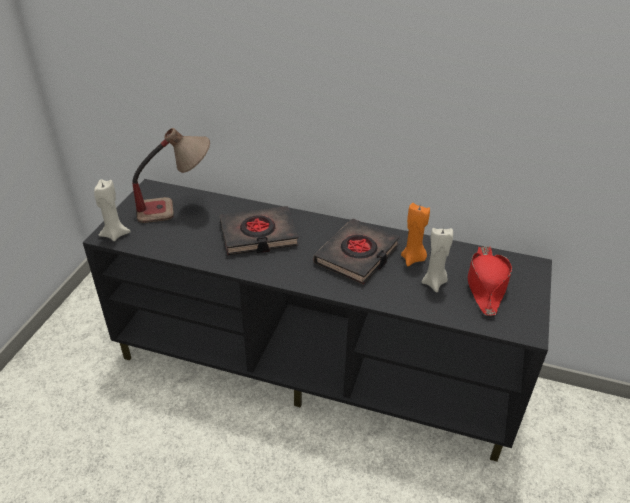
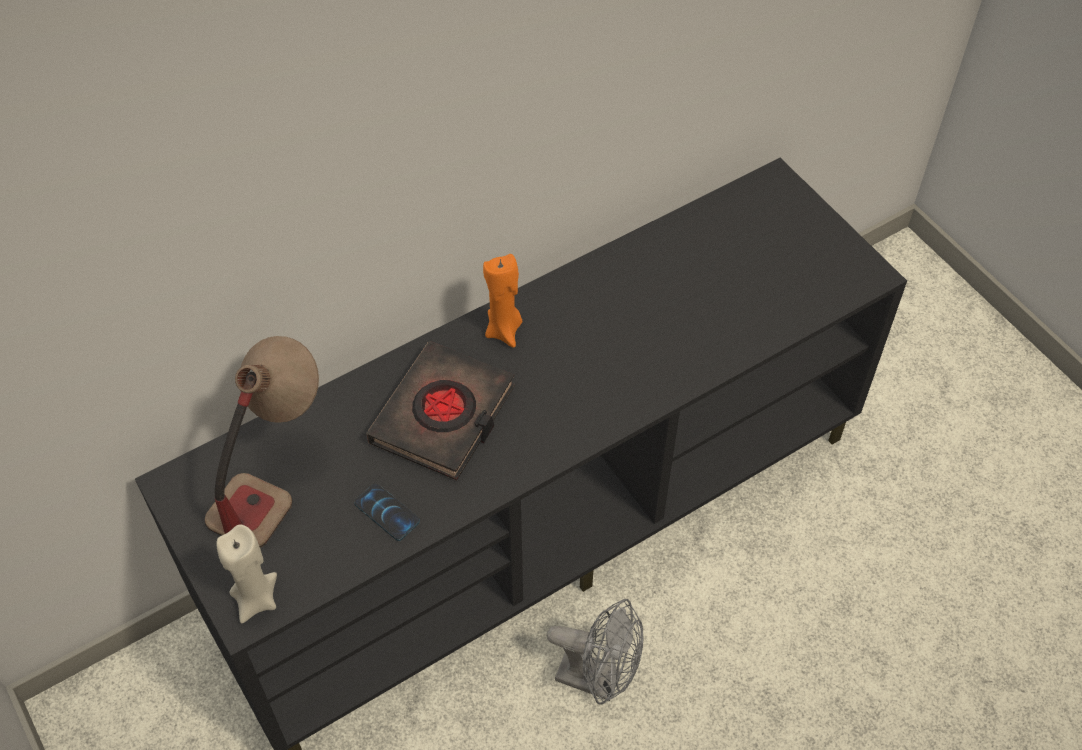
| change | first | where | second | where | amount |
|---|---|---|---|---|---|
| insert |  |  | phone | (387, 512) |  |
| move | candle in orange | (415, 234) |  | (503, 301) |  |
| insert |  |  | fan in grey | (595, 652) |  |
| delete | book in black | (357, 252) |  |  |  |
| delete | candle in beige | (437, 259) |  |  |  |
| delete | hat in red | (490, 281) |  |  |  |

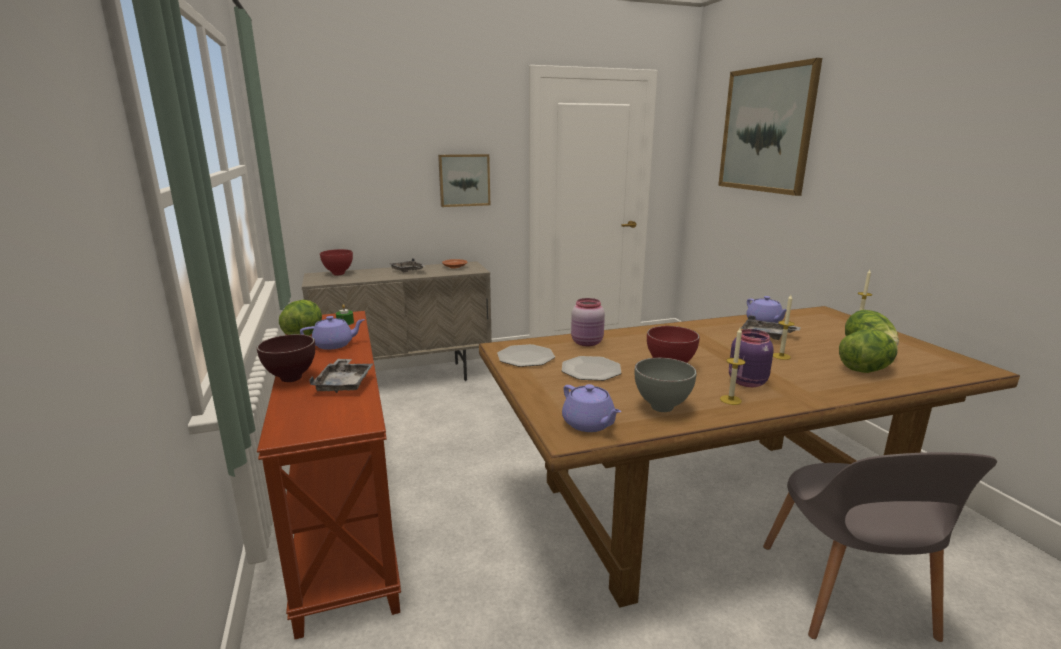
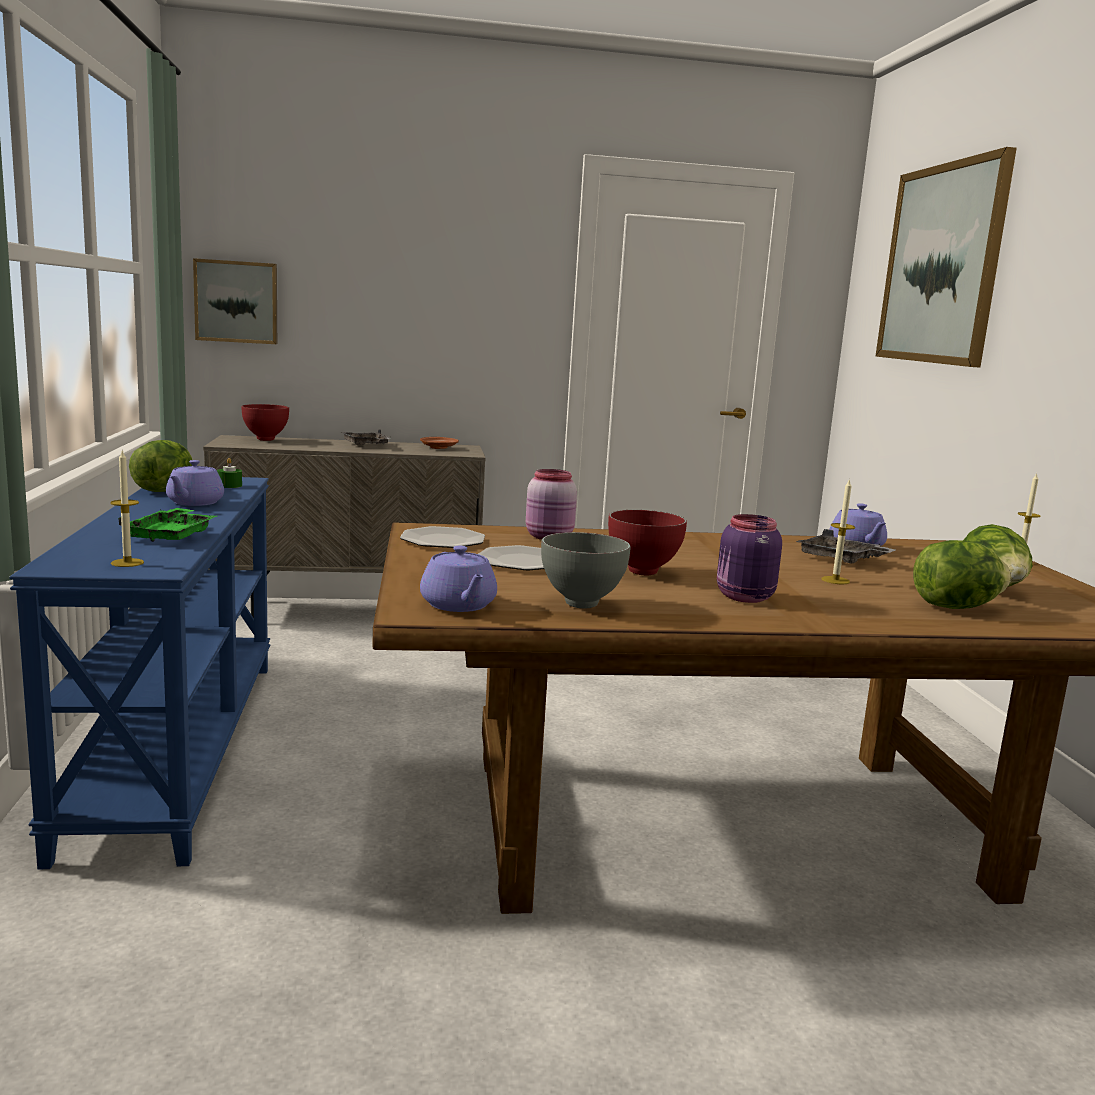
| change | first | where | second | where | amount |
|---|---|---|---|---|---|
| recolor | console table in brown | (329, 475) | console table in blue | (139, 673) |  |
| move | candle | (732, 366) |  | (127, 509) |  |
| recolor | tray in grey | (341, 376) | tray in green | (167, 525) |  |
| rotate | teapot in purple | (332, 333) |  | (195, 483) | 105 degrees clockwise |
| move | picture | (464, 180) |  | (235, 301) |  |
| delete | bowl in brown | (286, 358) |  |  |  |
| delete | chair in grey | (880, 547) |  |  |  |

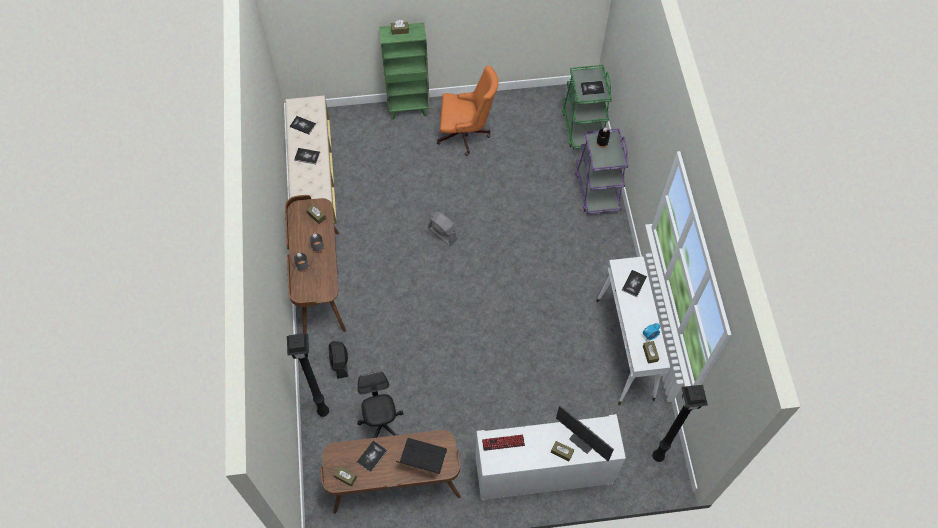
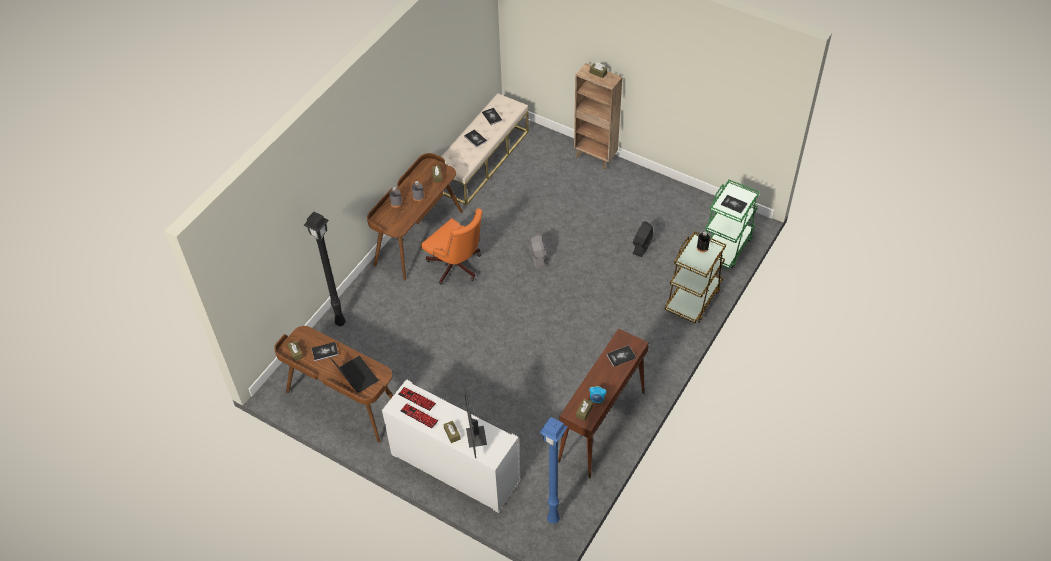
| change | first | where | second | where | amount |
|---|---|---|---|---|---|
| insert |  |  | keyboard | (419, 416) |  |
| move | office chair in orange | (468, 111) |  | (452, 246) |  |
| recolor | floor lamp in black | (680, 423) | floor lamp in blue | (553, 470) |  |
| recolor | console table in white | (633, 331) | console table in brown | (603, 403) |  |
| recolor | bookcase in green | (404, 71) | bookcase in brown | (598, 116) |  |
| move | fan in black | (338, 360) |  | (643, 239) |  |
| recolor | cart in purple | (602, 171) | cart in brown | (695, 277) |  |
| delete | office chair in black | (381, 404) |  |  |  |

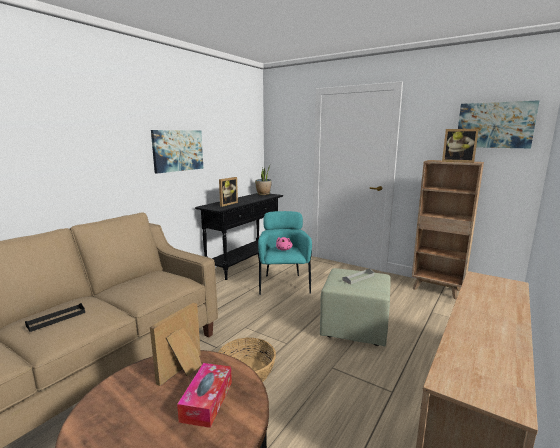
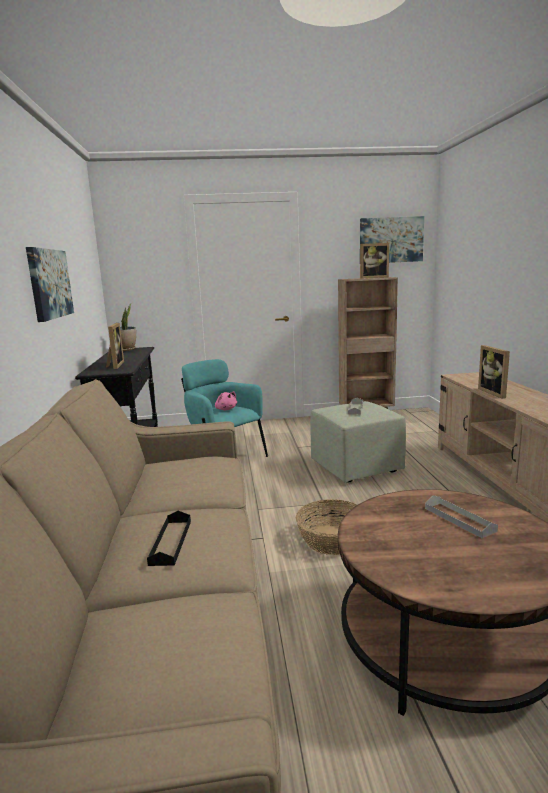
| change | first | where | second | where | amount |
|---|---|---|---|---|---|
| replace | tissue box | (204, 395) | tray in grey | (461, 516) |  |
| move | picture frame | (176, 344) |  | (494, 372) |  |

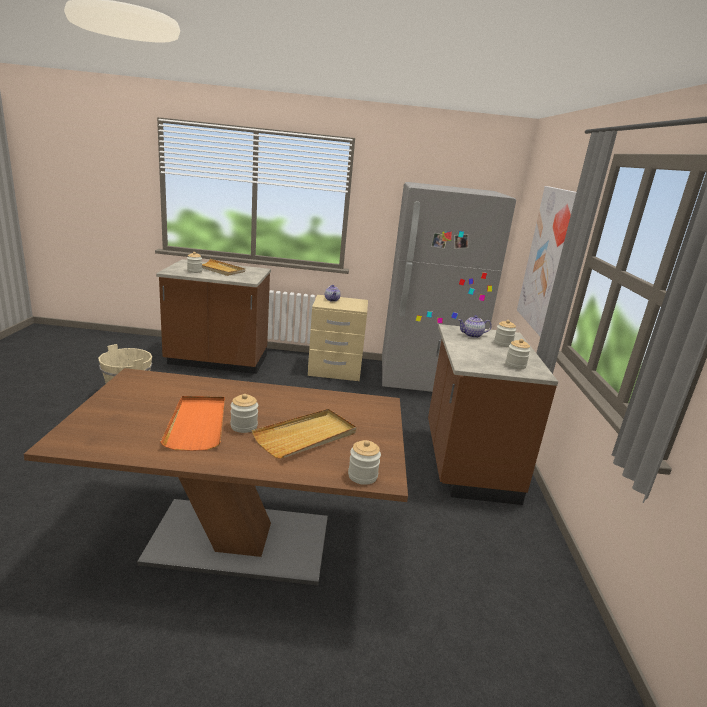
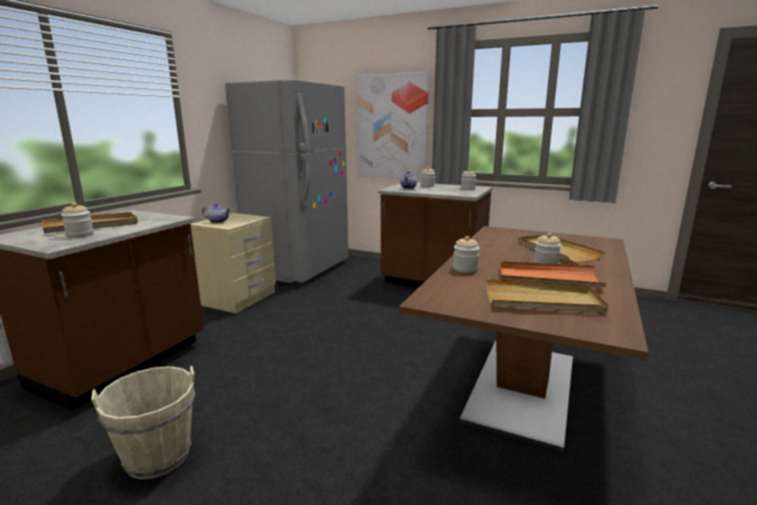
| change | first | where | second | where | amount |
|---|---|---|---|---|---|
| move | jar | (364, 462) |  | (466, 254) |  |
| insert |  |  | tray in beige | (547, 296) |  |

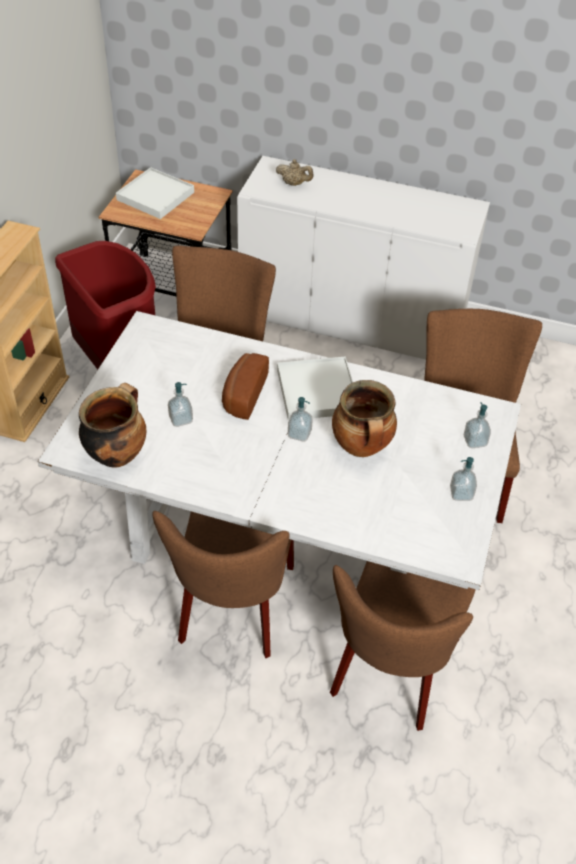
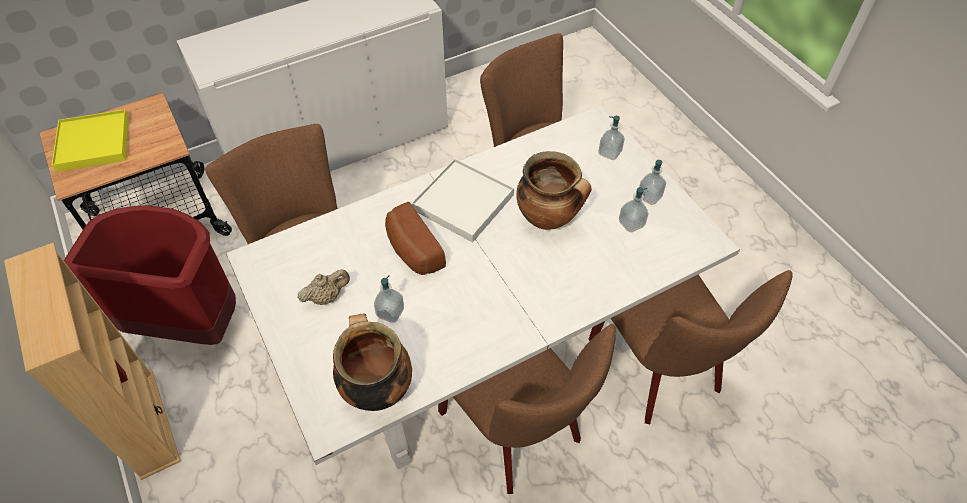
| change | first | where | second | where | amount |
|---|---|---|---|---|---|
| recolor | tray in white | (155, 193) | tray in yellow | (90, 140) |  |
| move | teapot in beige | (295, 172) |  | (324, 287) |  |
| move | soap dispenser | (300, 419) |  | (633, 209) |  |

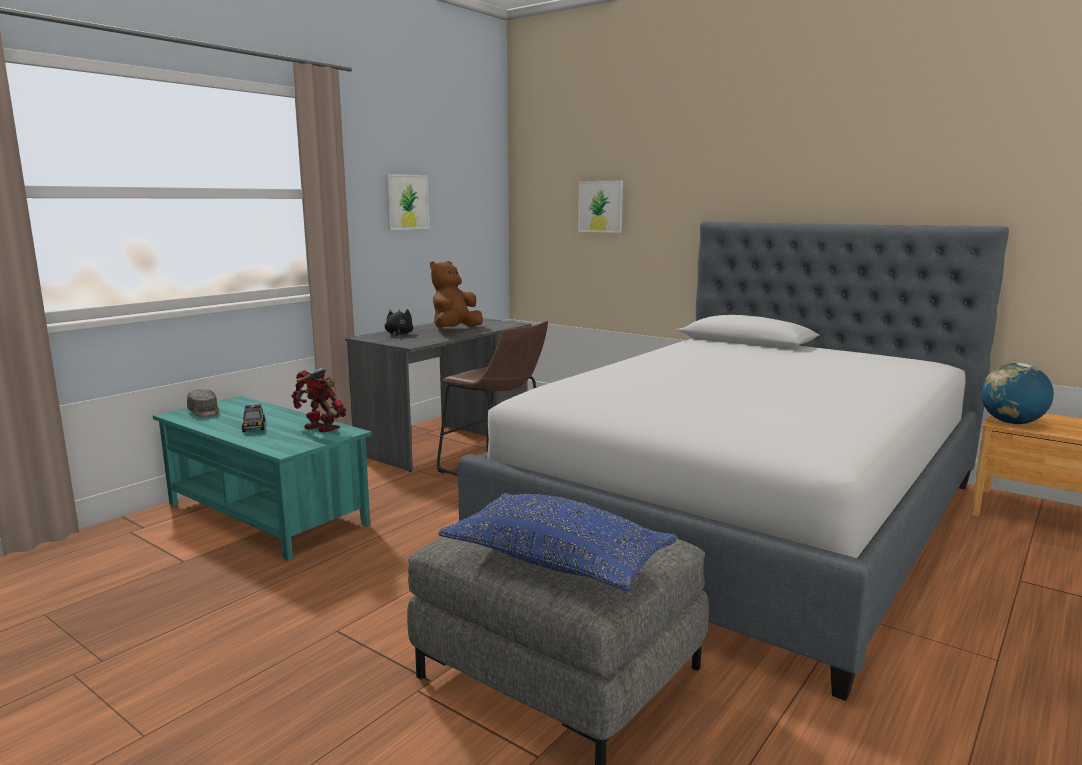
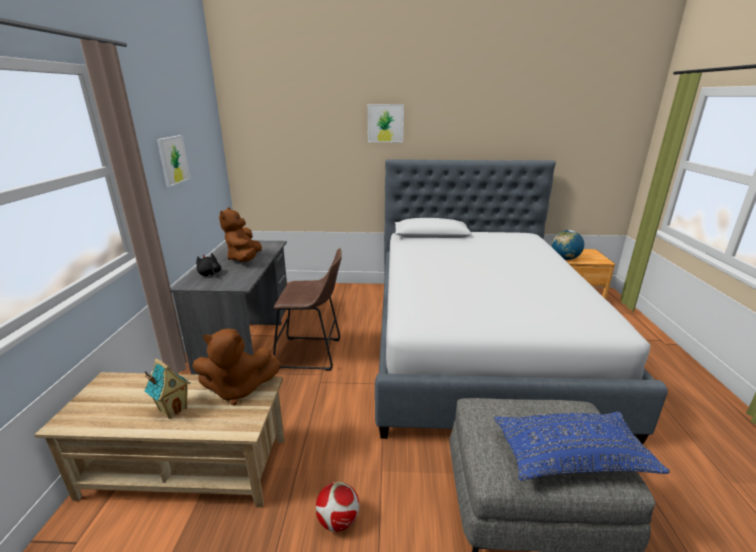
| change | first | where | second | where | amount |
|---|---|---|---|---|---|
| recolor | coffee table in turquoise | (262, 478) | coffee table in beige | (159, 440) |  |
| replace | toy car | (253, 418) | toy house | (167, 388) |  |
| replace | toy robot | (318, 400) | plush toy in brown | (236, 367) |  |
| insert |  |  | football | (337, 507) |  |
| move | picture | (600, 207) |  | (386, 123) |  |
| delete | cap in grey | (203, 403) |  |  |  |

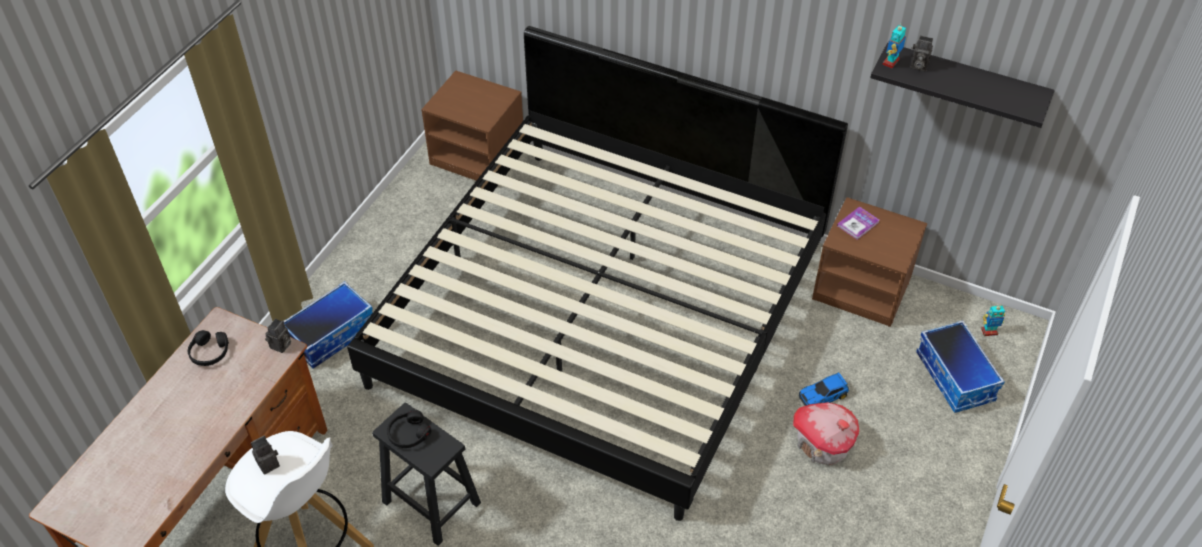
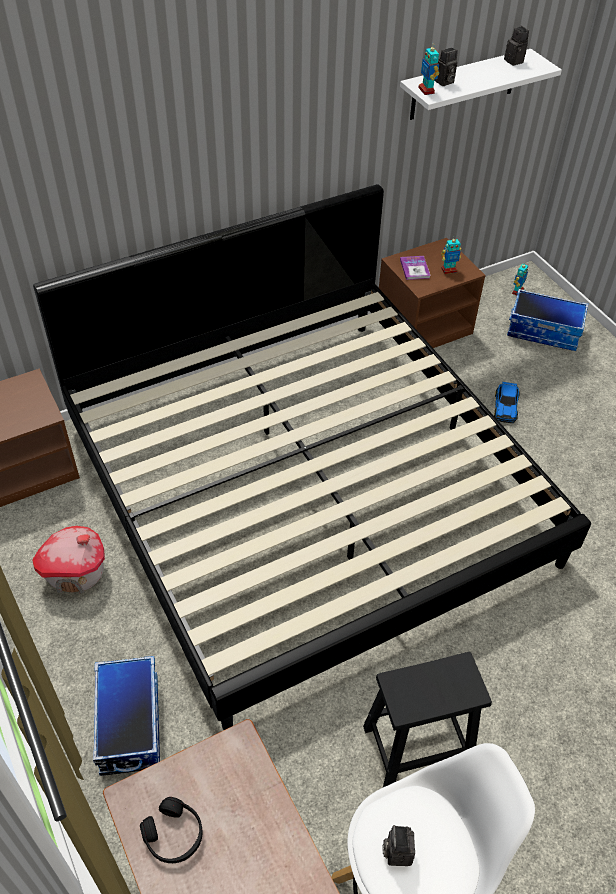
| change | first | where | second | where | amount |
|---|---|---|---|---|---|
| move | toy house | (826, 433) |  | (68, 560) |  |
| recolor | shelf in black | (962, 85) | shelf in white | (481, 84) |  |
| insert |  |  | toy robot | (451, 256) |  |
| move | photo camera | (278, 336) |  | (516, 45) |  |
| delete | headphones in black | (409, 429) |  |  |  |

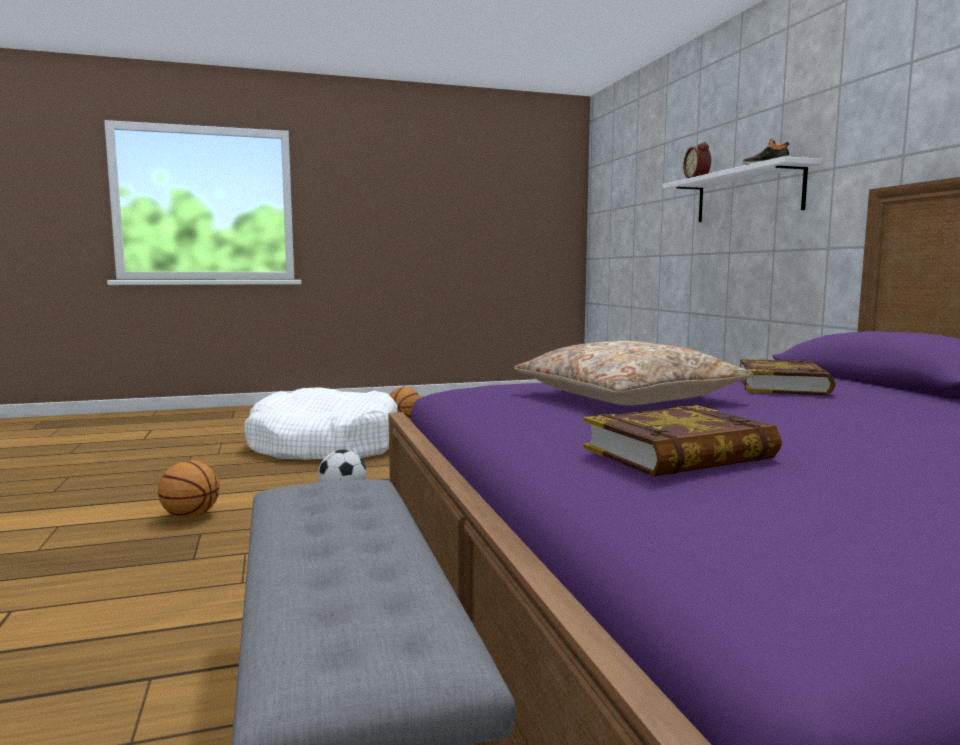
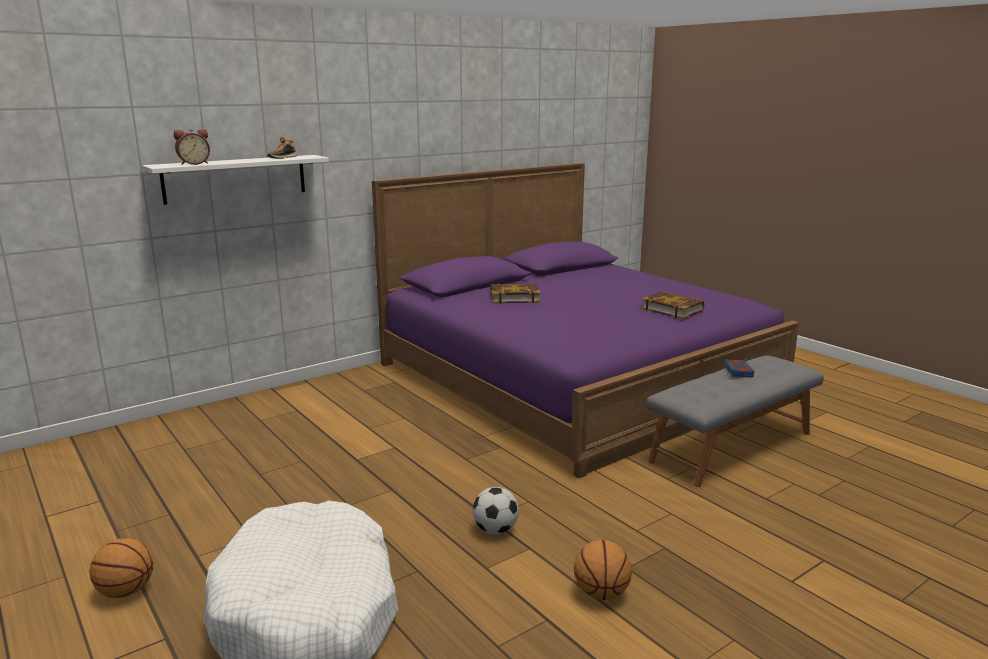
| change | first | where | second | where | amount |
|---|---|---|---|---|---|
| insert |  |  | book in blue | (739, 369) |  |
| delete | pillow in beige | (633, 373) |  |  |  |

